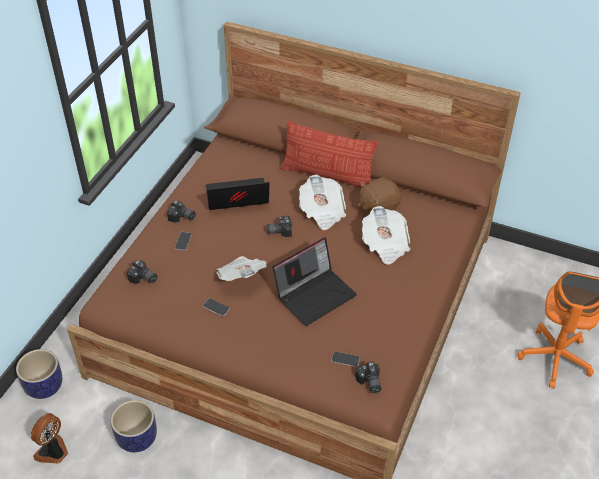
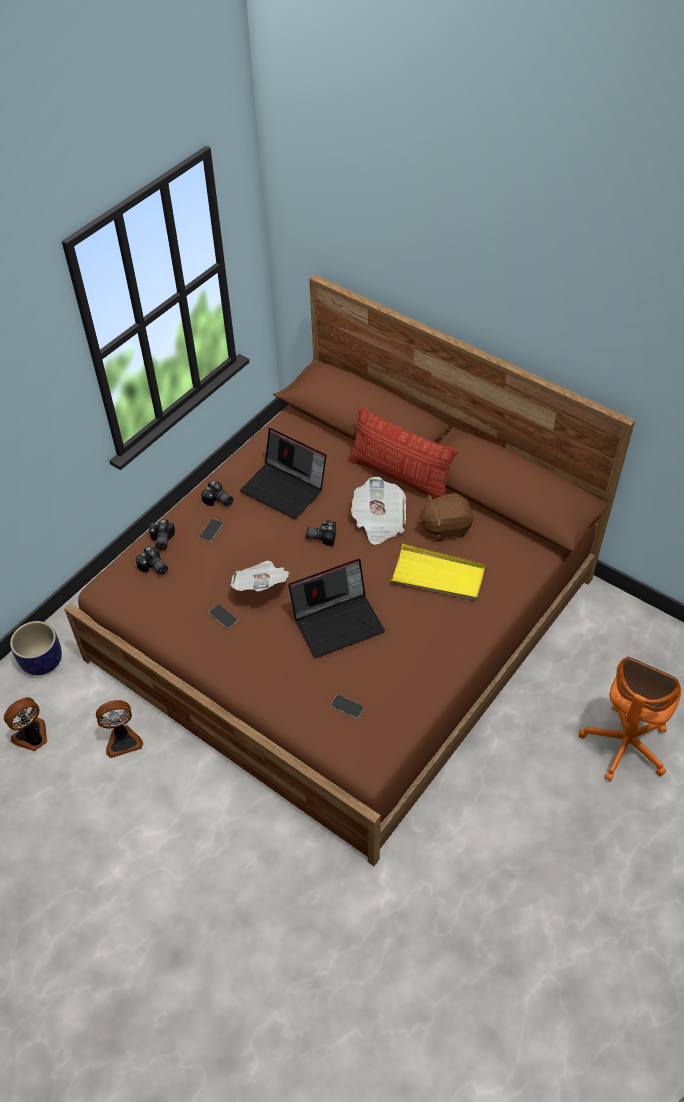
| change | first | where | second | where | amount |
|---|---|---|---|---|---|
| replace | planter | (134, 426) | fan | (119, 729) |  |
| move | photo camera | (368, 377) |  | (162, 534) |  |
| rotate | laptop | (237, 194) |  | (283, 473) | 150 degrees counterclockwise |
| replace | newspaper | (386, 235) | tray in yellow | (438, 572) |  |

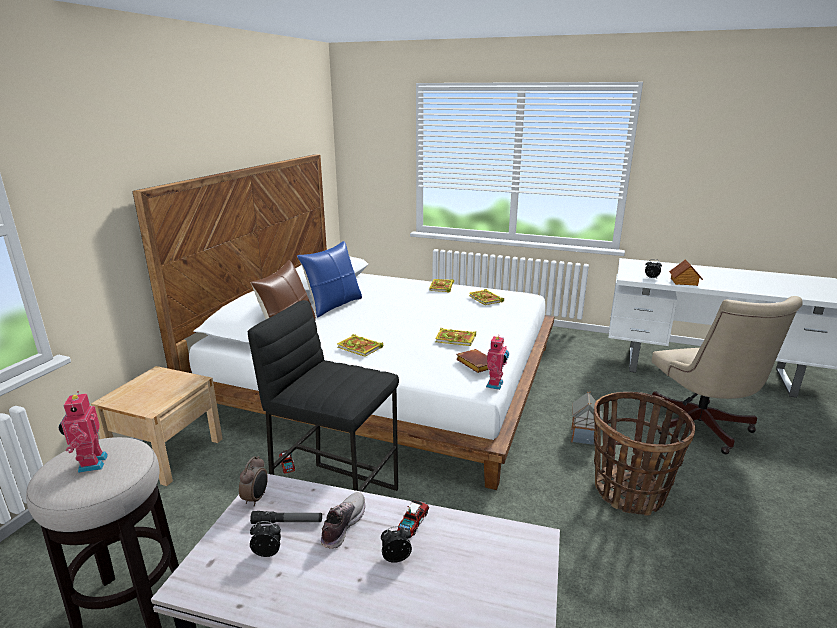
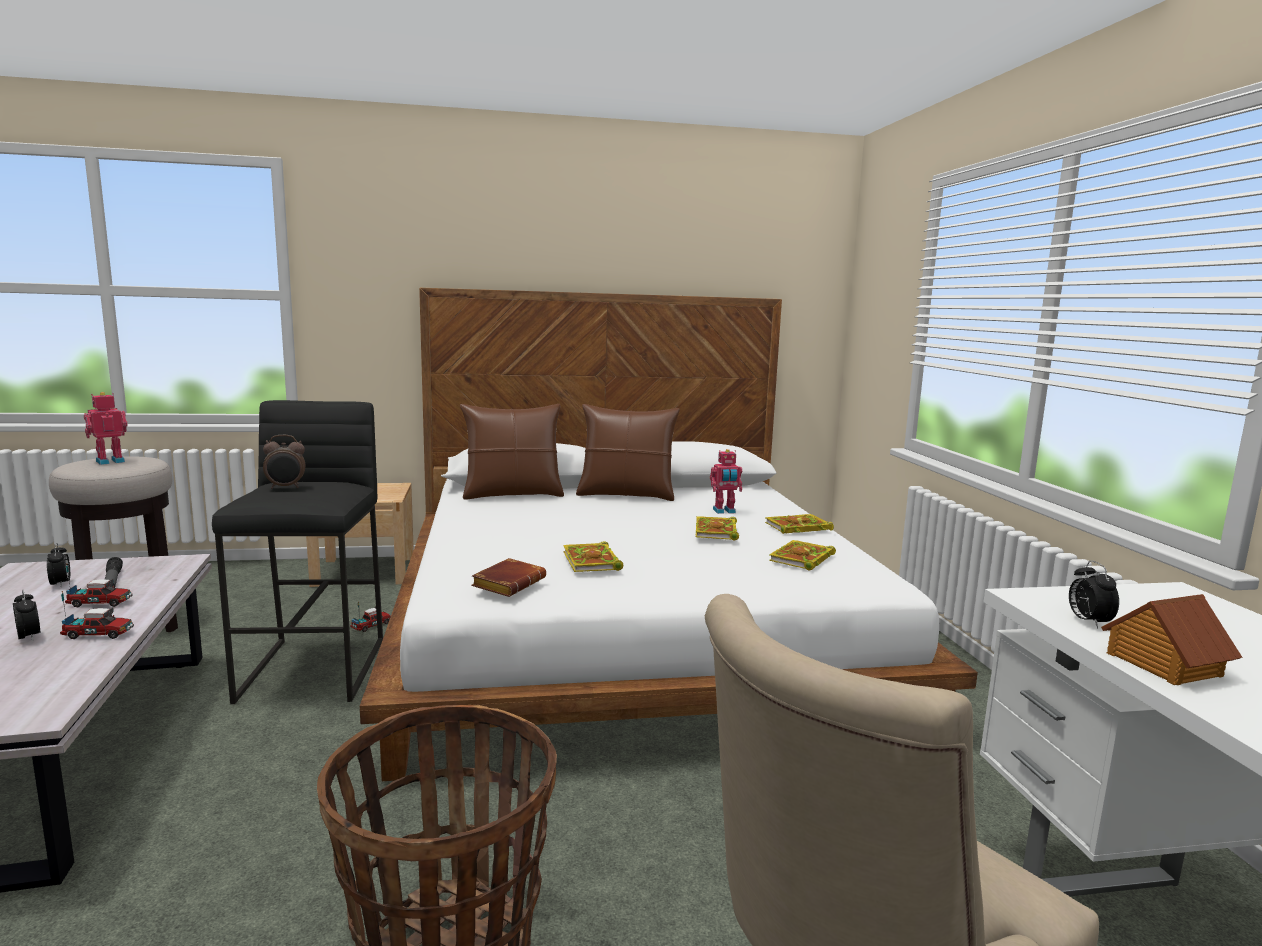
| change | first | where | second | where | amount |
|---|---|---|---|---|---|
| replace | shoe | (343, 520) | toy truck | (99, 585) |  |
| move | alarm clock | (253, 481) |  | (284, 462) |  |
| recolor | pillow in blue | (329, 279) | pillow in brown | (628, 452) |  |
| move | book | (360, 345) |  | (717, 528) |  |
| move | toy robot | (497, 363) |  | (726, 481) |  |
| delete | toy house | (587, 418) |  |  |  |

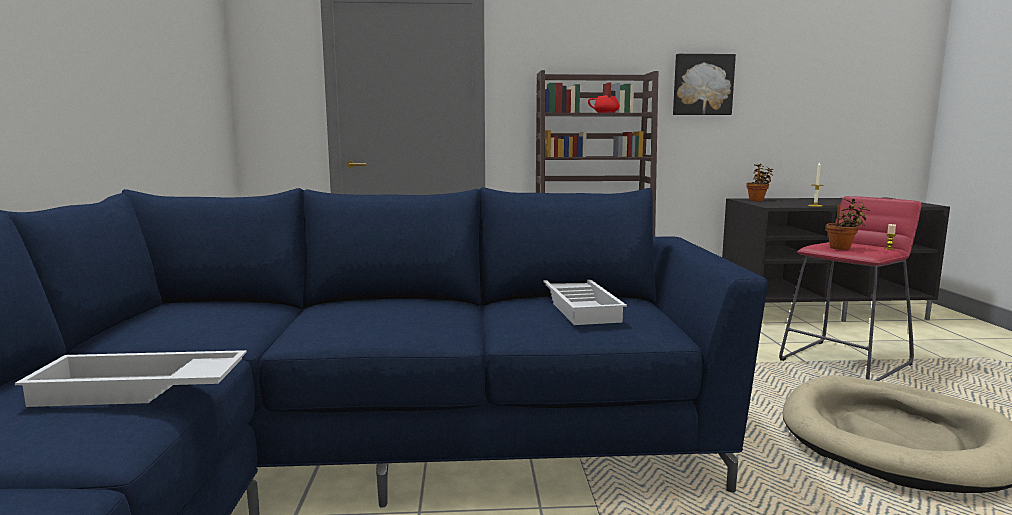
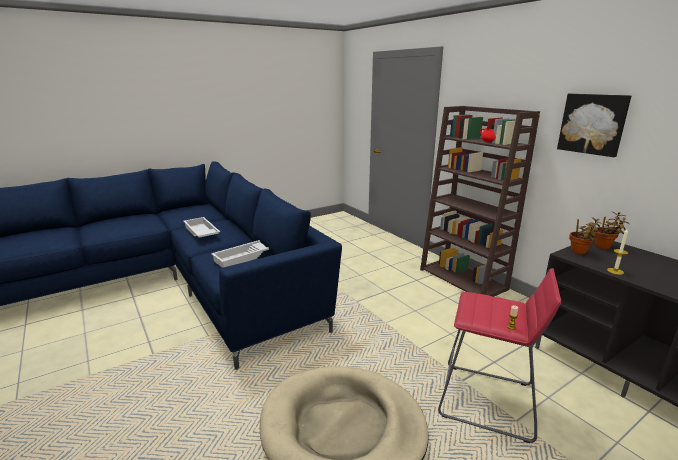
| change | first | where | second | where | amount |
|---|---|---|---|---|---|
| move | tray in white | (131, 378) |  | (201, 227) |  |
| move | potted plant | (848, 224) |  | (585, 236) |  |

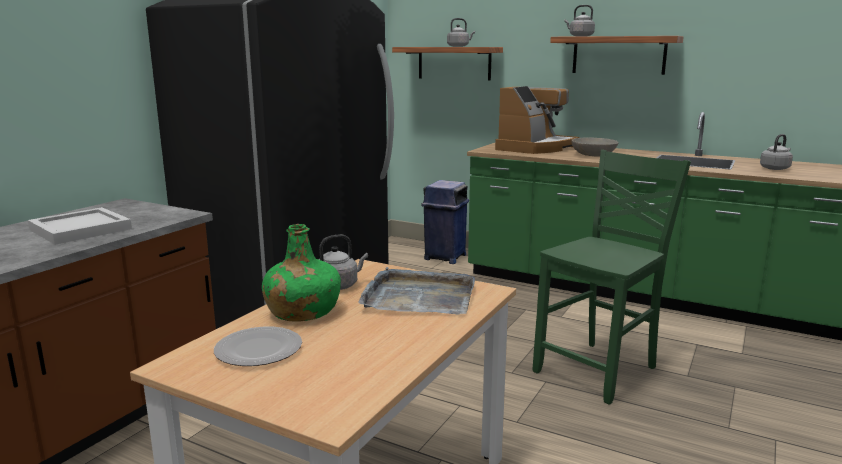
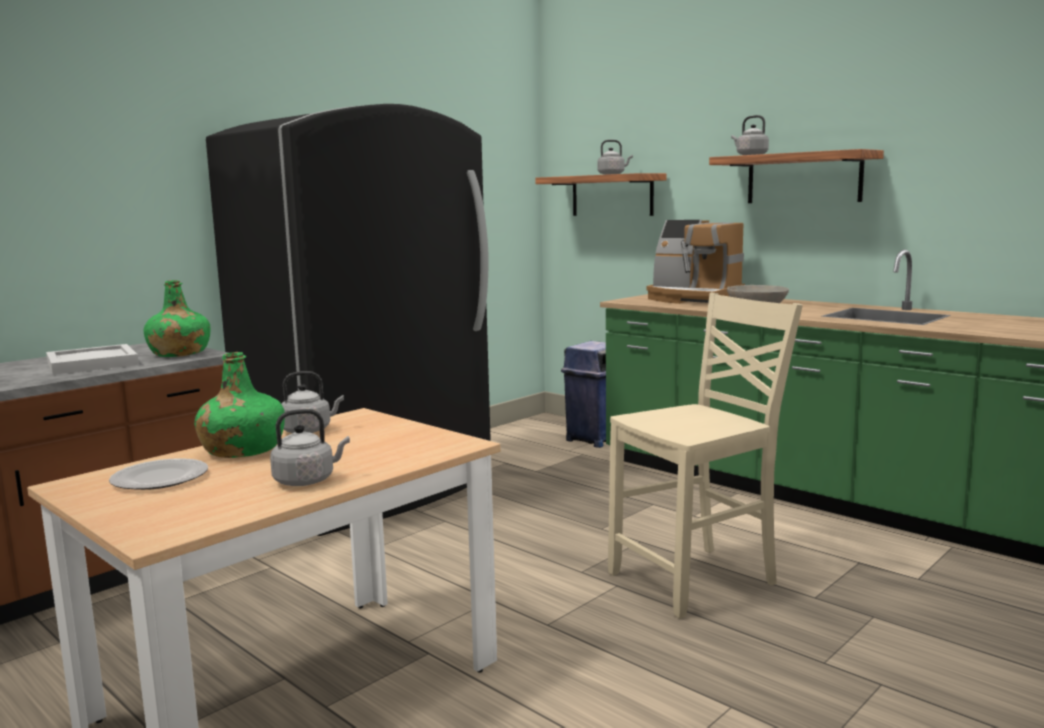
| change | first | where | second | where | amount |
|---|---|---|---|---|---|
| insert |  |  | bottle in green | (177, 318) |  |
| move | kettle in grey | (776, 152) |  | (310, 447) |  |
| recolor | chair in green | (612, 277) | chair in beige | (705, 456) |  |
| rotate | coffee machine | (537, 120) |  | (696, 262) | 75 degrees clockwise |
| delete | tray in grey | (416, 290) |  |  |  |

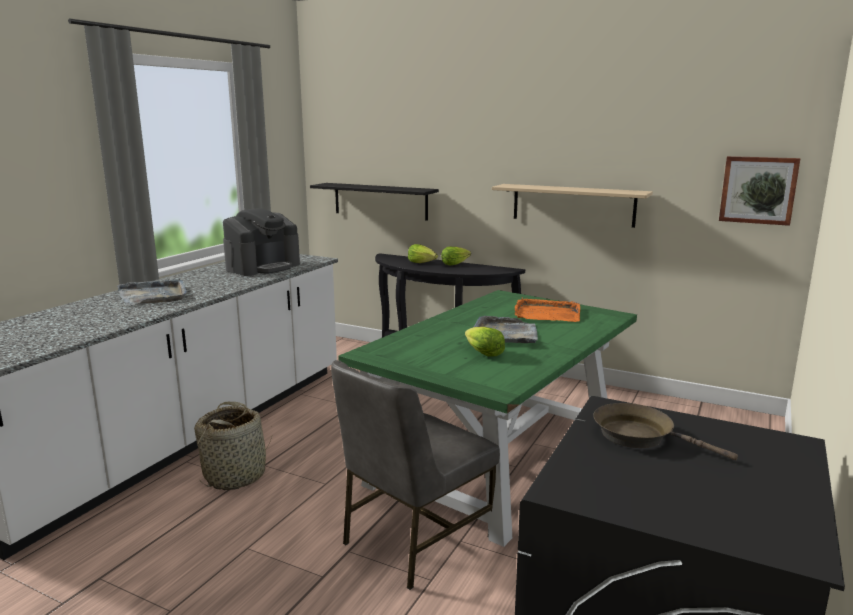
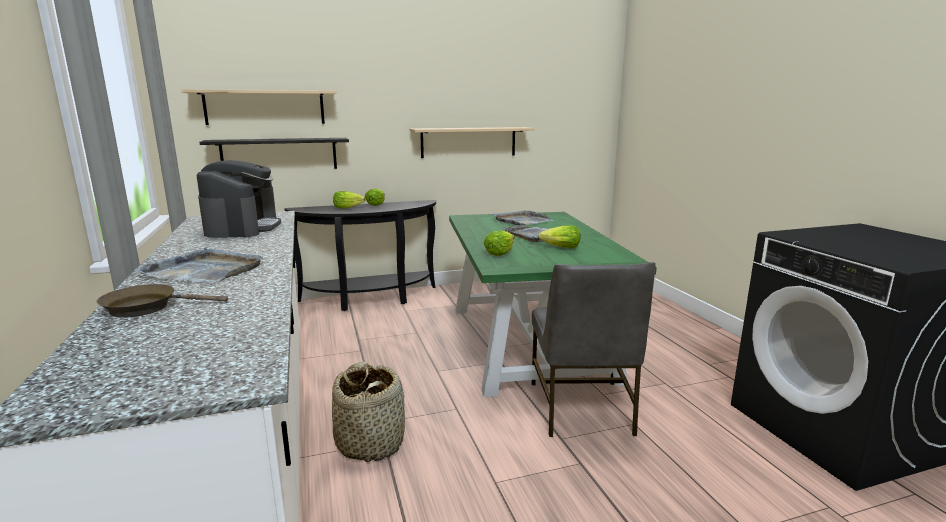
| change | first | where | second | where | amount |
|---|---|---|---|---|---|
| move | frying pan in brown | (665, 431) |  | (162, 301) |  |
| insert |  |  | shelf in beige | (258, 107) |  |
| insert |  |  | lettuce | (499, 243) |  |
| recolor | tray in orange | (547, 309) | tray in grey | (523, 217) |  |
| delete | picture | (759, 191) |  |  |  |

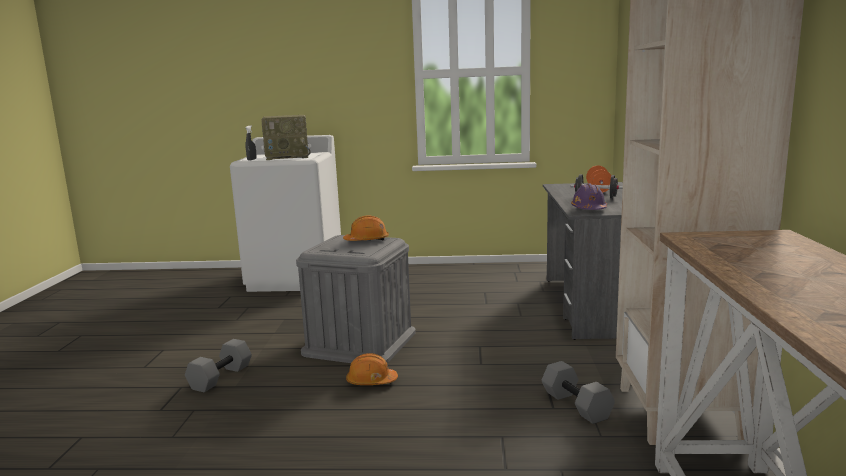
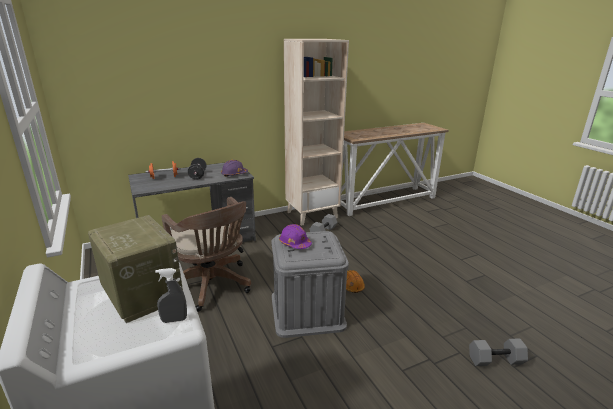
| change | first | where | second | where | amount |
|---|---|---|---|---|---|
| insert |  |  | office chair in brown | (206, 254) |  |
| recolor | hard hat in orange | (366, 228) | hard hat in purple | (295, 236) |  |
| move | dumbbell in grey | (218, 365) |  | (498, 352) |  |

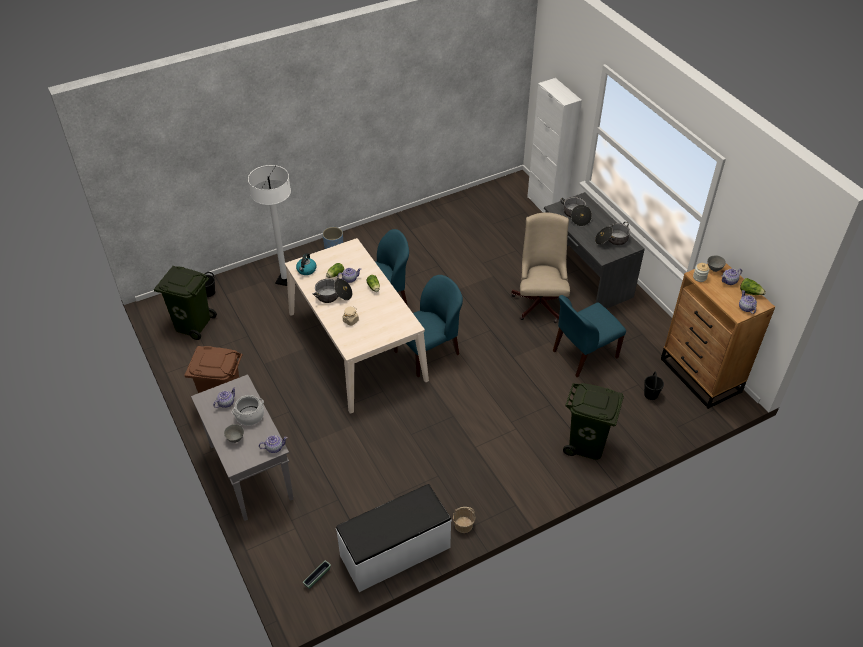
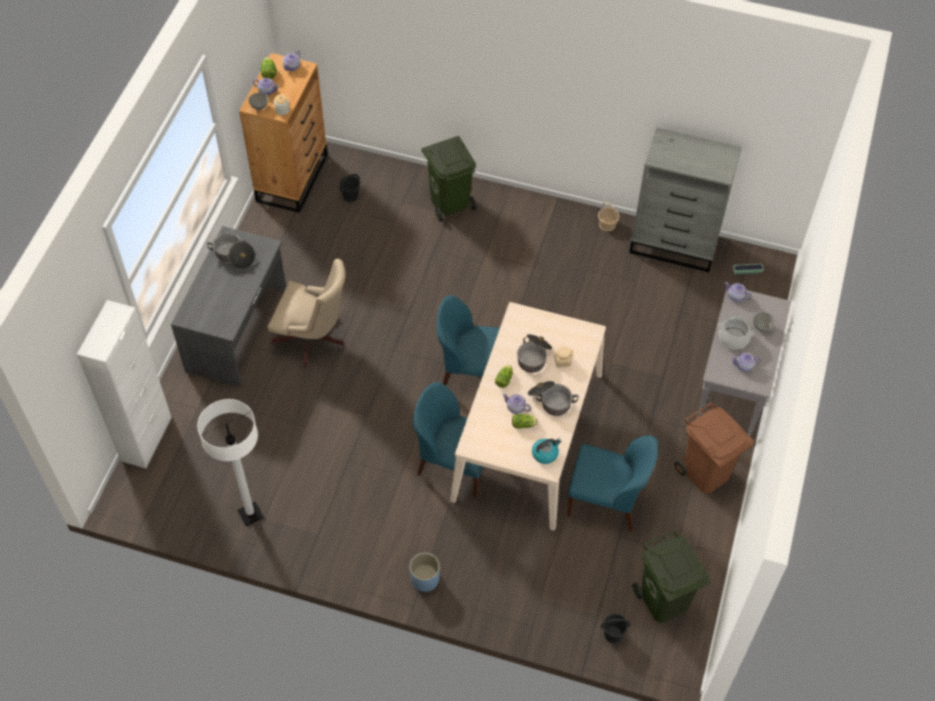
| change | first | where | second | where | amount |
|---|---|---|---|---|---|
| move | floor lamp in white | (269, 225) |  | (230, 462) |  |
| rotate | office chair in beige | (540, 267) |  | (307, 313) | 120 degrees counterclockwise |
| move | cooking pot | (576, 211) |  | (534, 353) |  |
| move | chair in blue | (589, 336) |  | (612, 483) |  |
| replace | bench in white | (394, 538) | dresser in grey | (685, 200) |  |

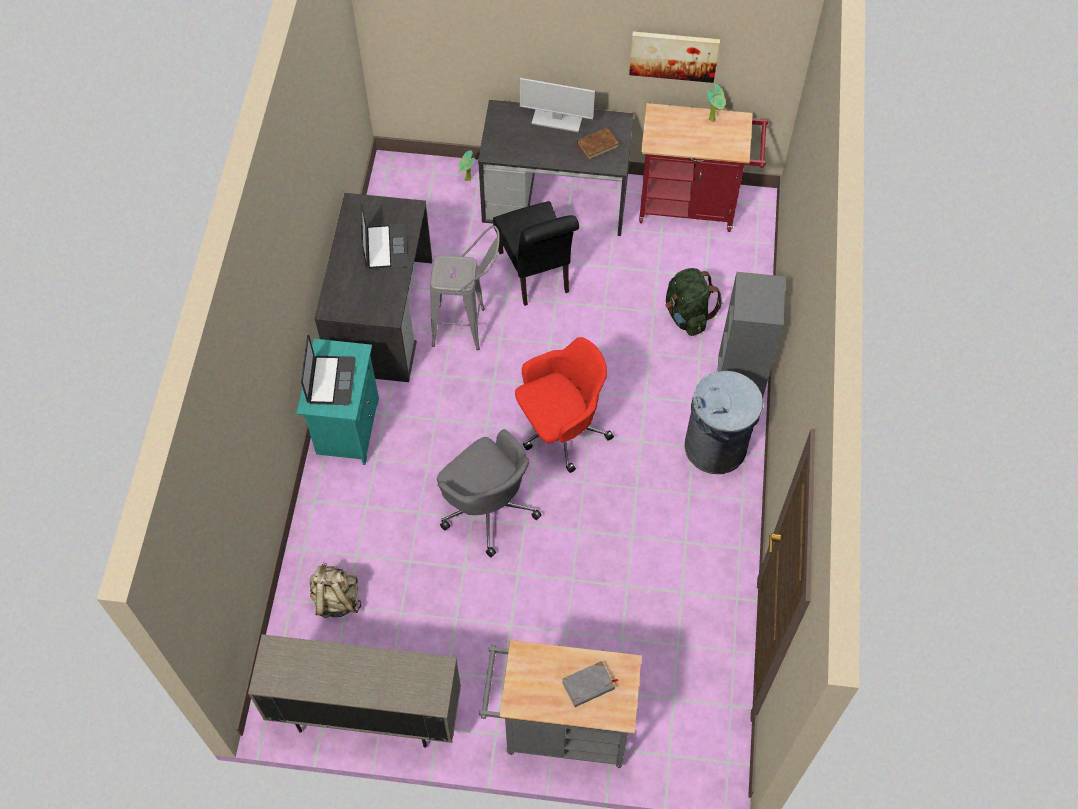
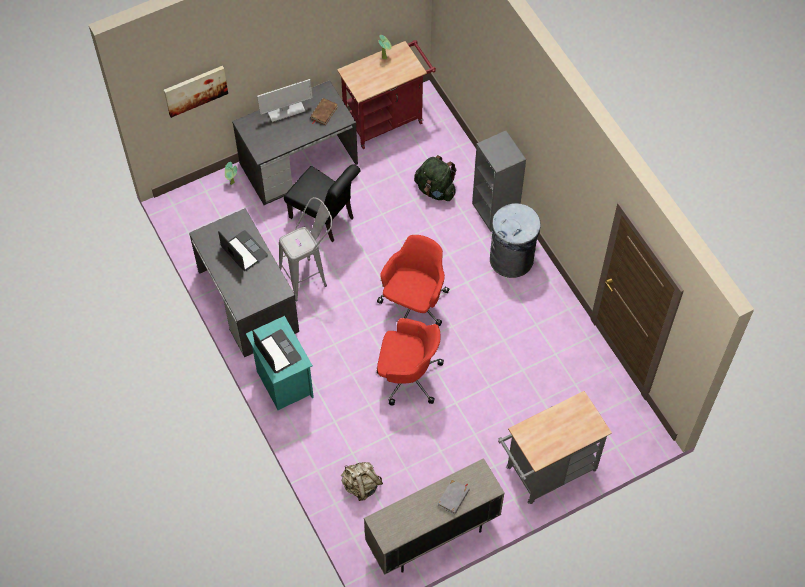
| change | first | where | second | where | amount |
|---|---|---|---|---|---|
| move | picture | (674, 57) |  | (196, 92) |  |
| recolor | office chair in grey | (489, 493) | office chair in red | (410, 362) |  |
| move | book in grey | (590, 684) |  | (454, 497) |  |

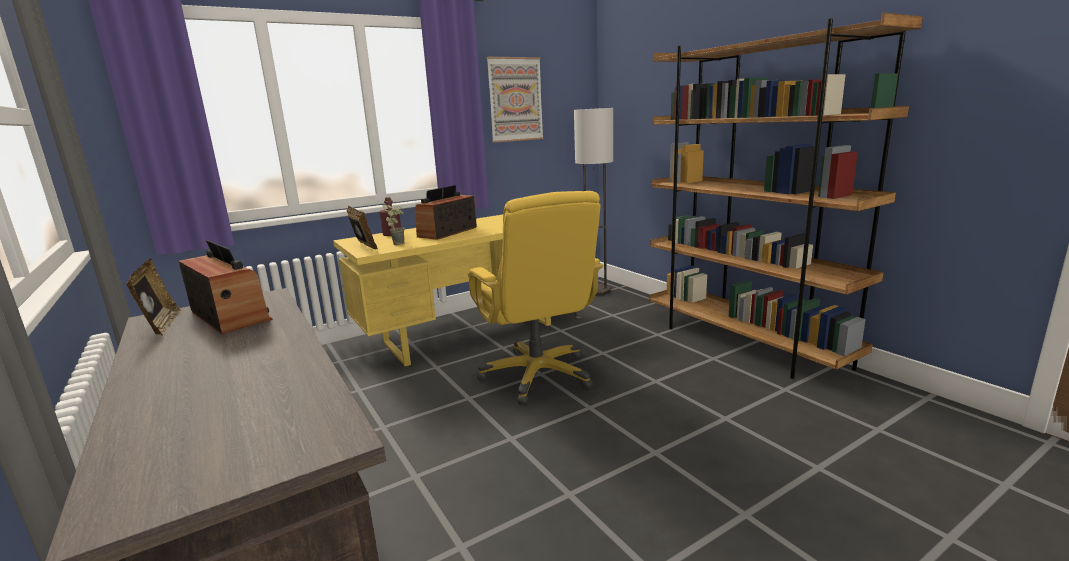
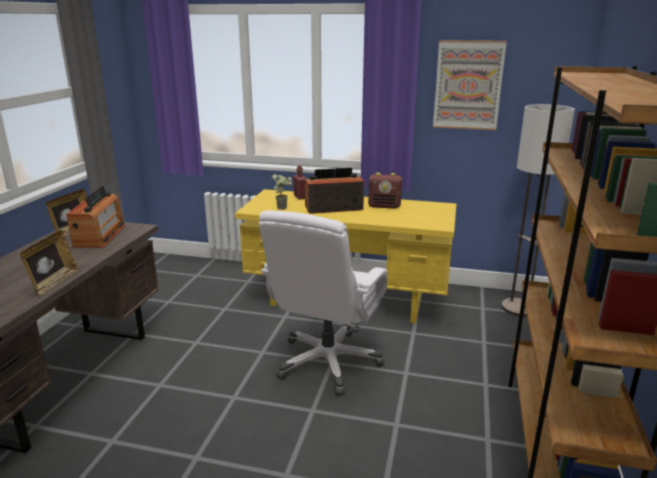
| change | first | where | second | where | amount |
|---|---|---|---|---|---|
| move | picture frame | (362, 227) |  | (49, 262) |  |
| recolor | office chair in yellow | (535, 298) | office chair in white | (323, 303) |  |
| insert |  |  | radio | (385, 190) |  |

